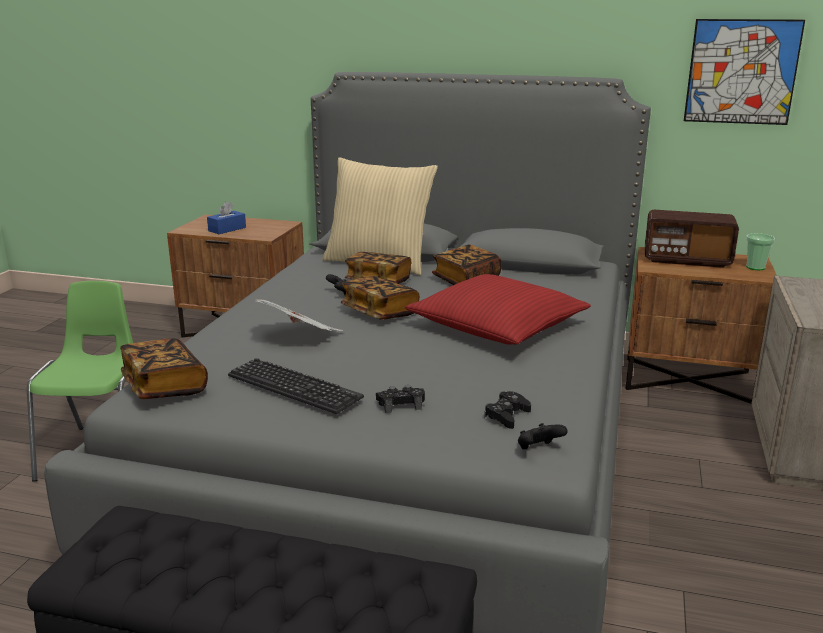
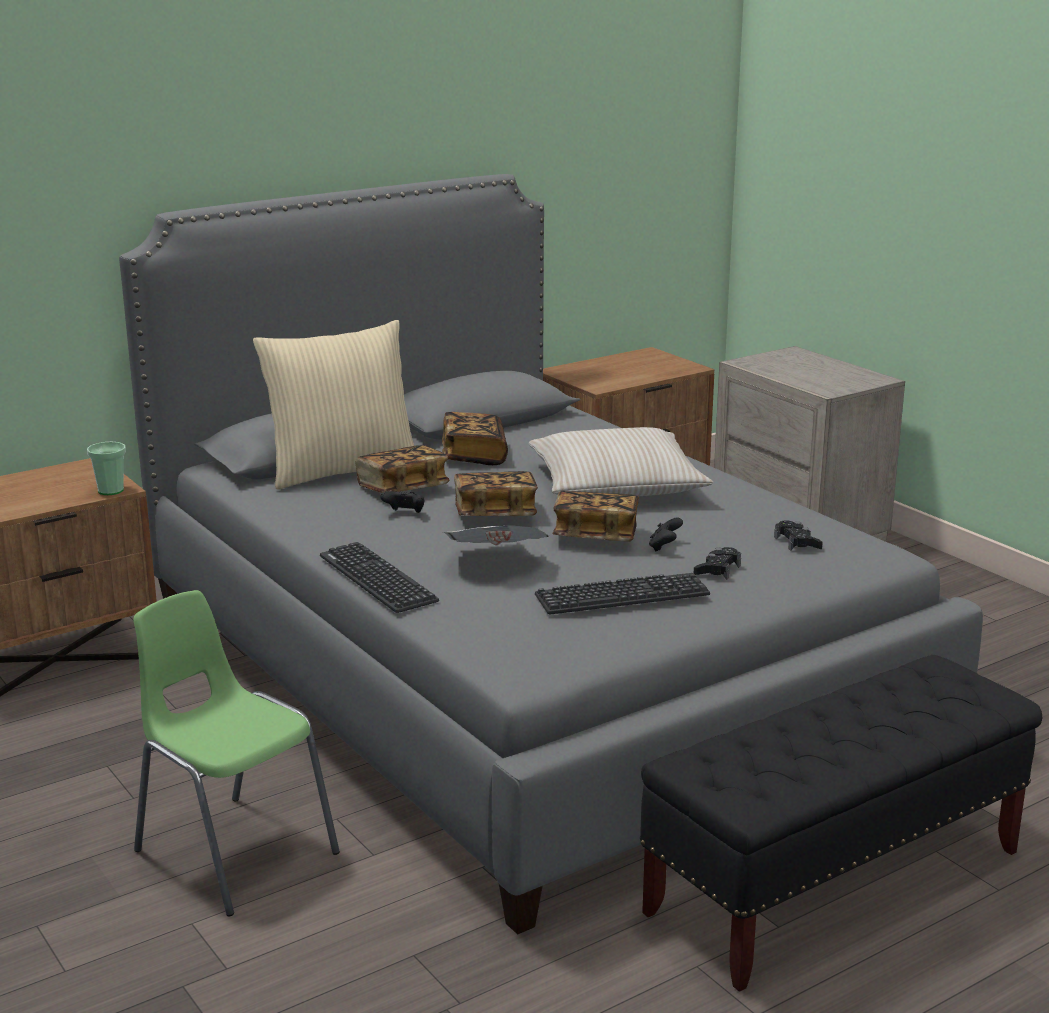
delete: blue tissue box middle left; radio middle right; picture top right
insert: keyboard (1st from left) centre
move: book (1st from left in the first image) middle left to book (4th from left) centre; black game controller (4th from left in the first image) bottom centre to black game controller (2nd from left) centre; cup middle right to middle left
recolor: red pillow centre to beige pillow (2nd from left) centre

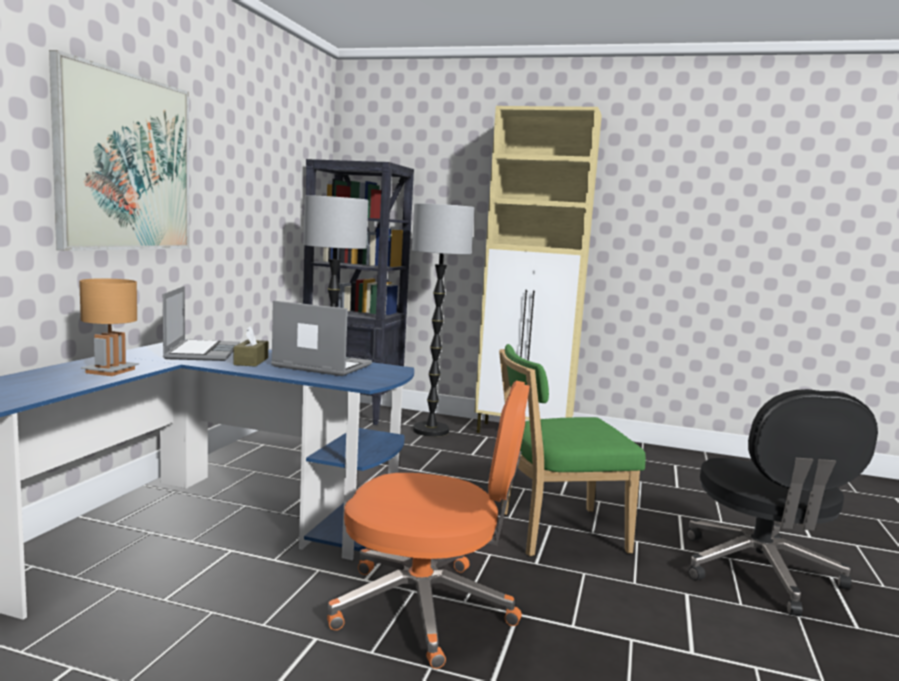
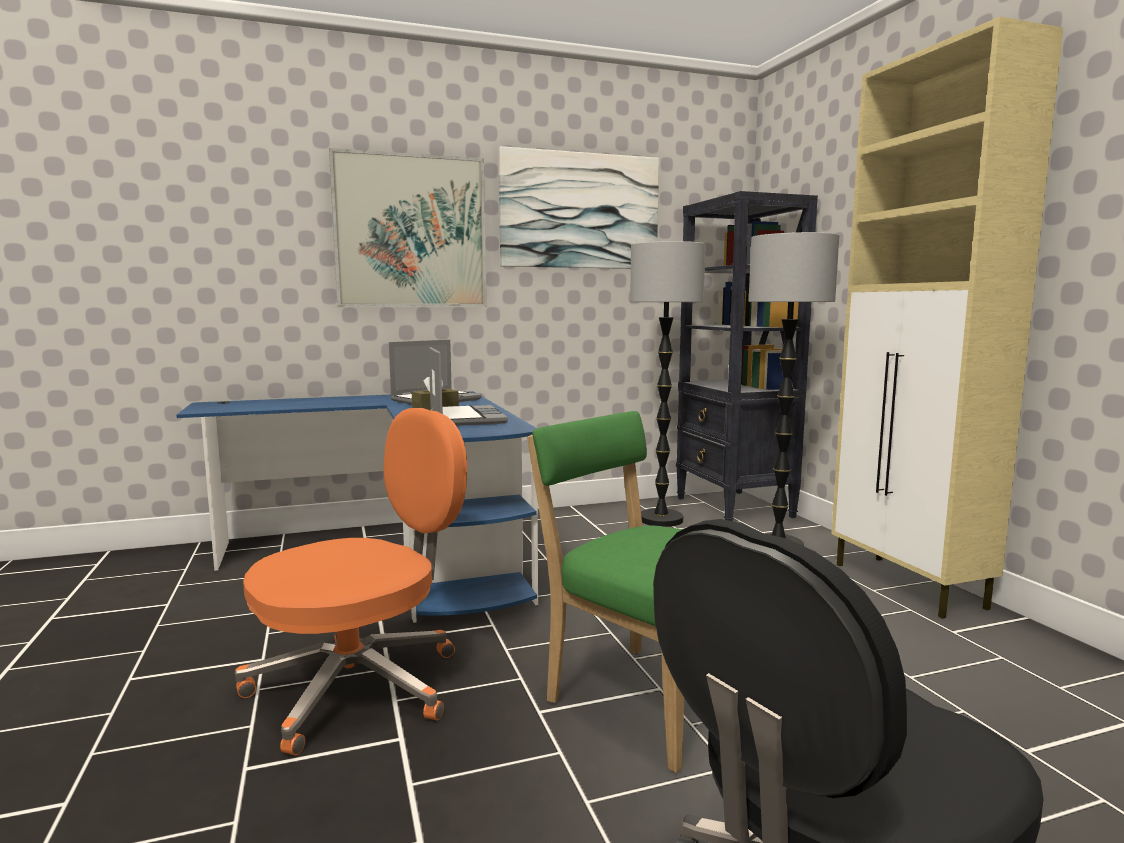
delete: brown table lamp middle left
insert: picture (2nd from left) top centre
rotate: orange office chair bottom centre = bottom left 105 degrees counterclockwise

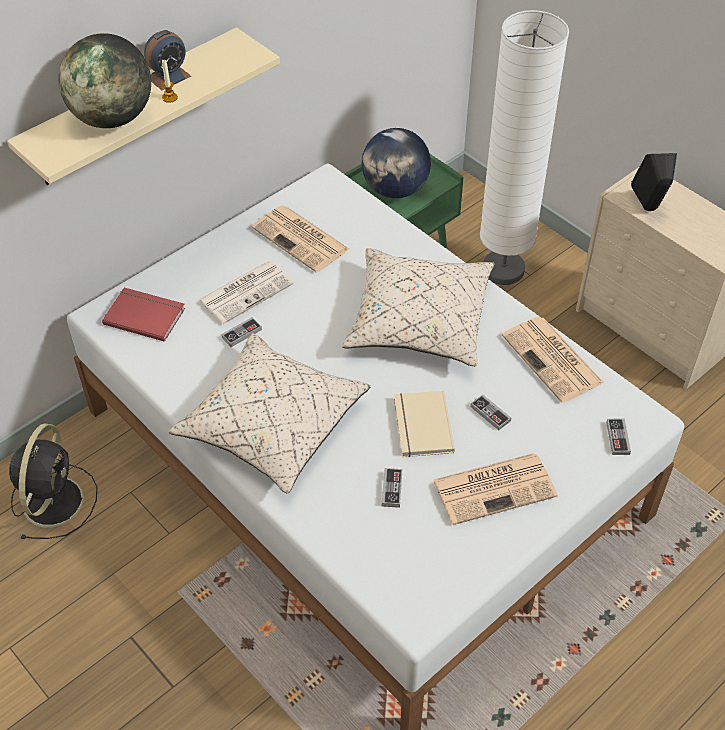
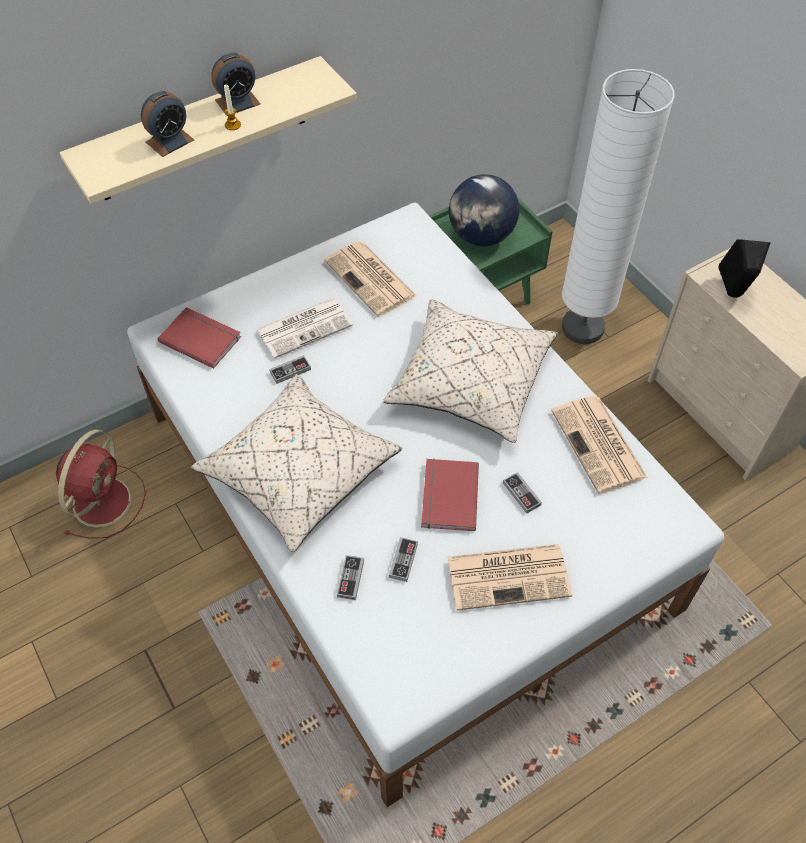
move: game controller (4th from left in the first image) middle right to game controller (2nd from left) bottom centre
replace: globe (1st from left) top left to alarm clock (1st from left) top left
recolor: black fan middle left to red fan middle left; beige book centre to red book (2nd from left) centre

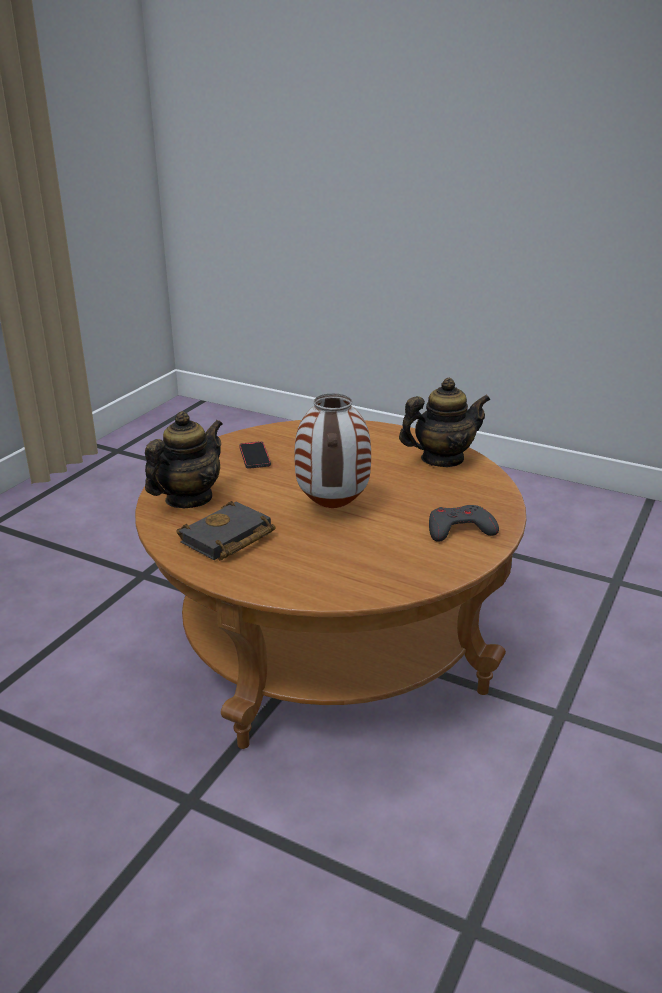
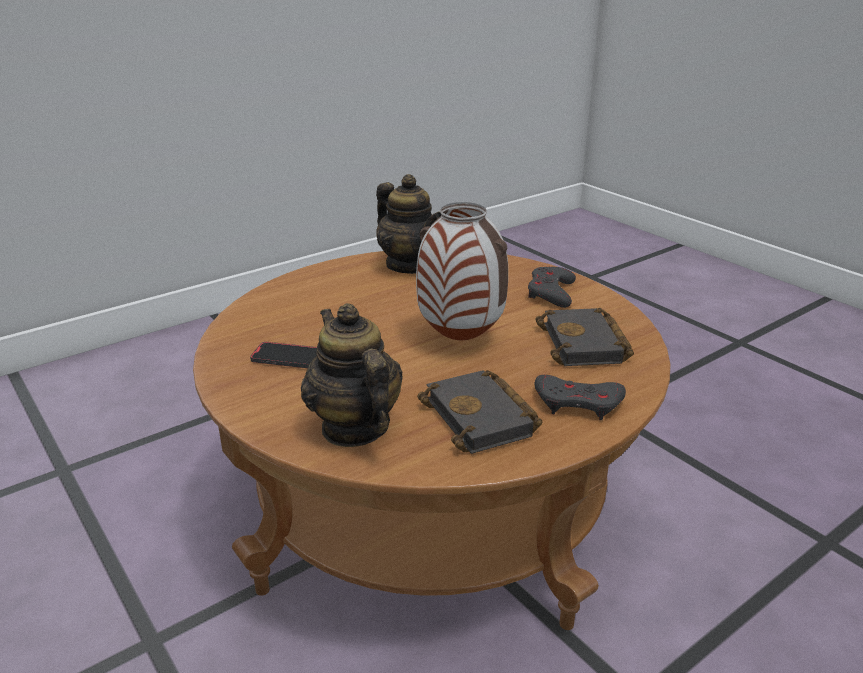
insert: black book (2nd from left) middle right; grey game controller (2nd from left) middle right
rotate: teapot (2nd from left) middle right = top centre 135 degrees clockwise

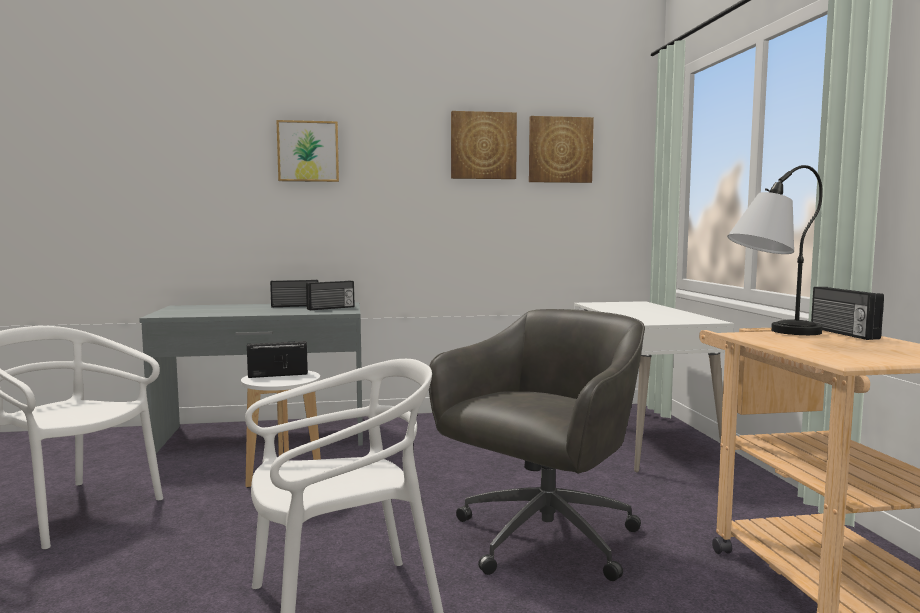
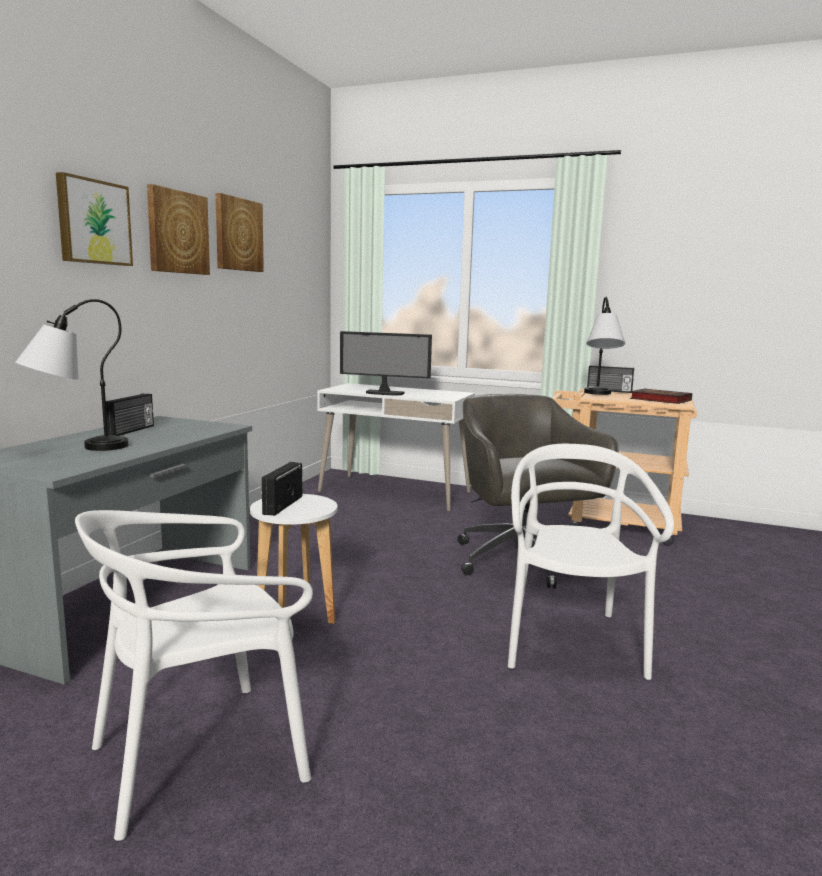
delete: radio (3rd from left) centre
insert: table lamp (1st from left) middle left; monitor centre; book middle right
move: picture (3rd from left in the first image) top centre to picture (2nd from left) top left

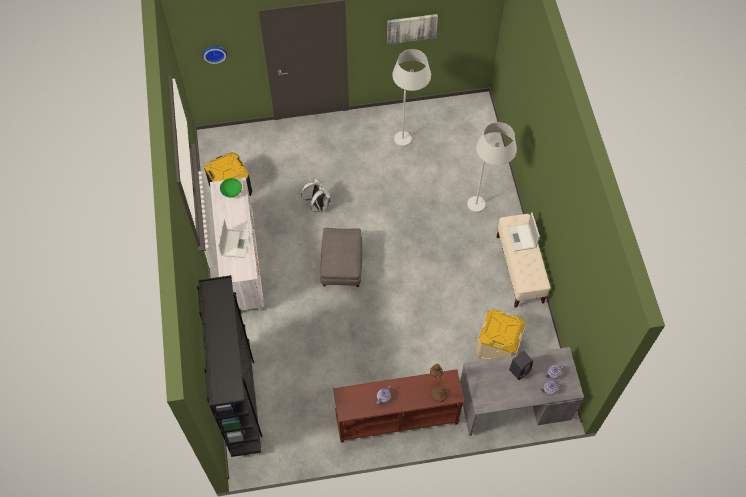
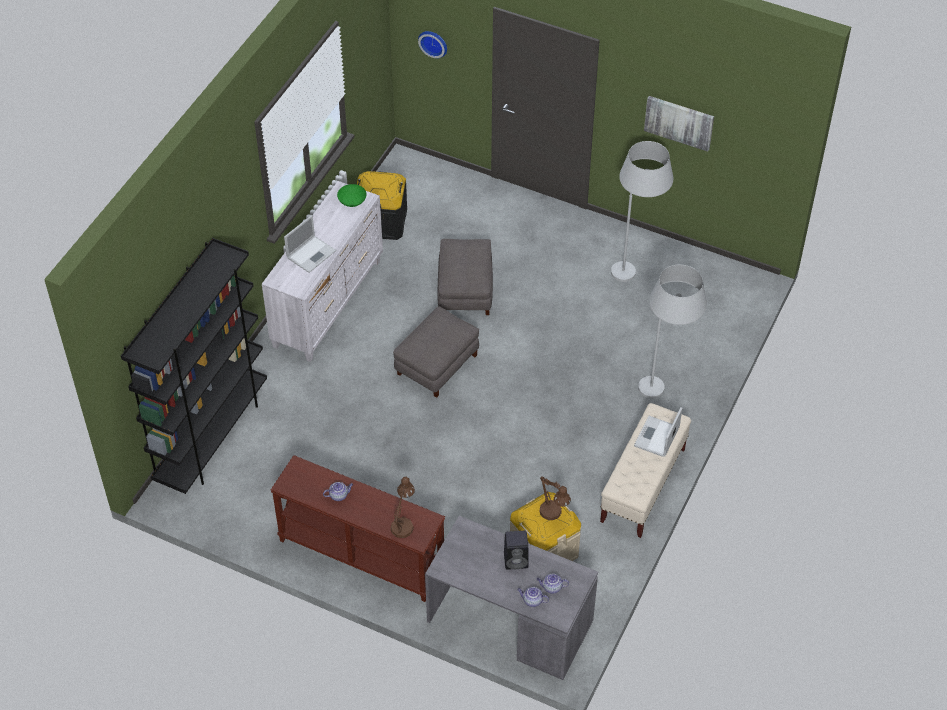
insert: brown table lamp (2nd from left) bottom centre
replace: white backpack centre to grey ottoman (2nd from left) centre

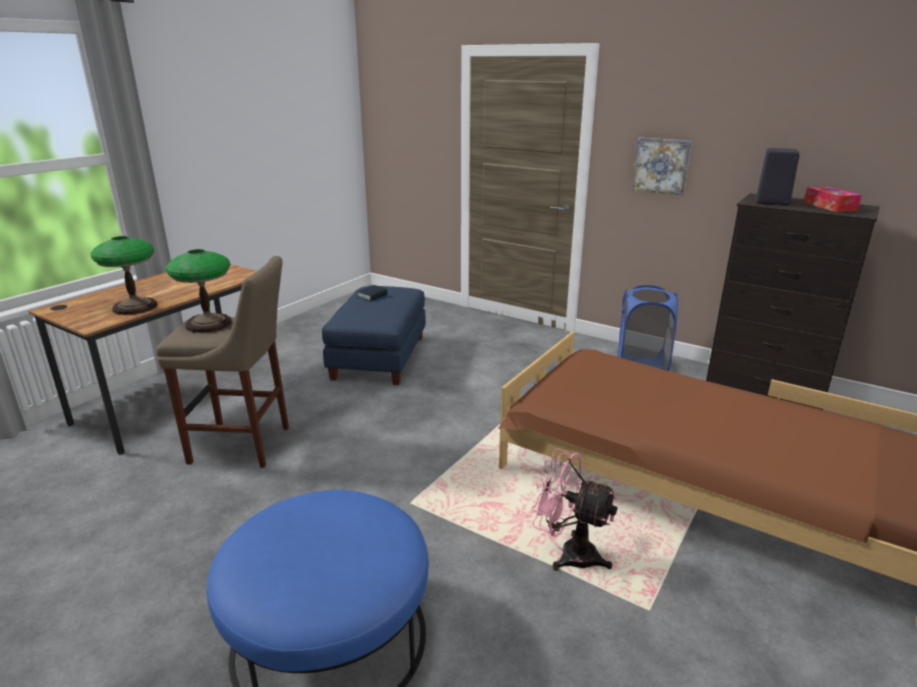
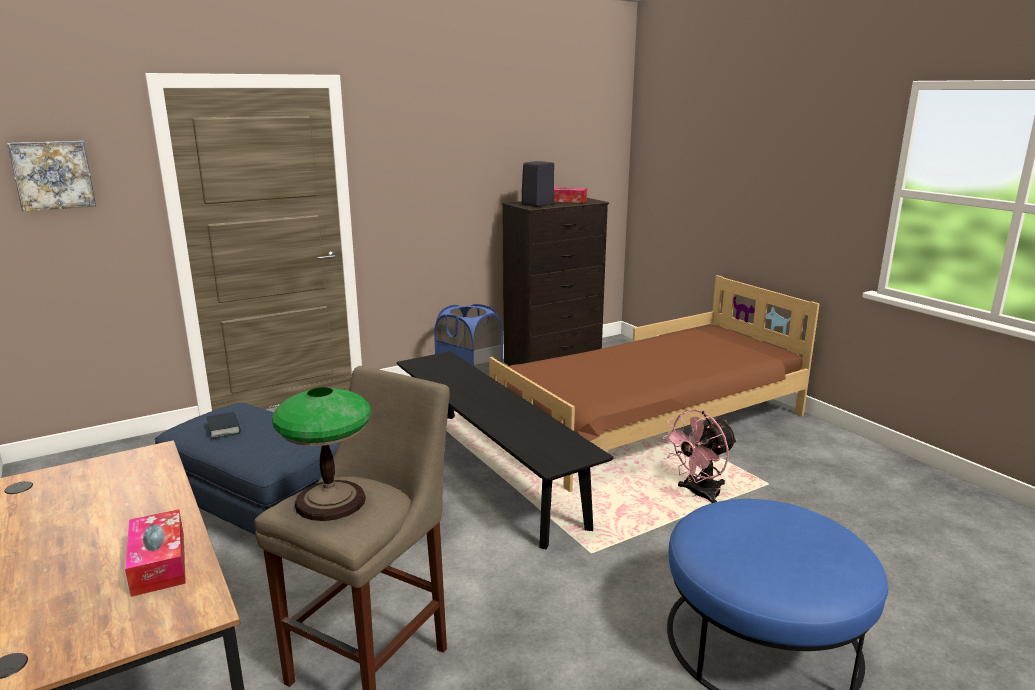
insert: black bench centre
move: picture top right to top left
replace: table lamp (1st from left) middle left to tissue box (1st from left) bottom left

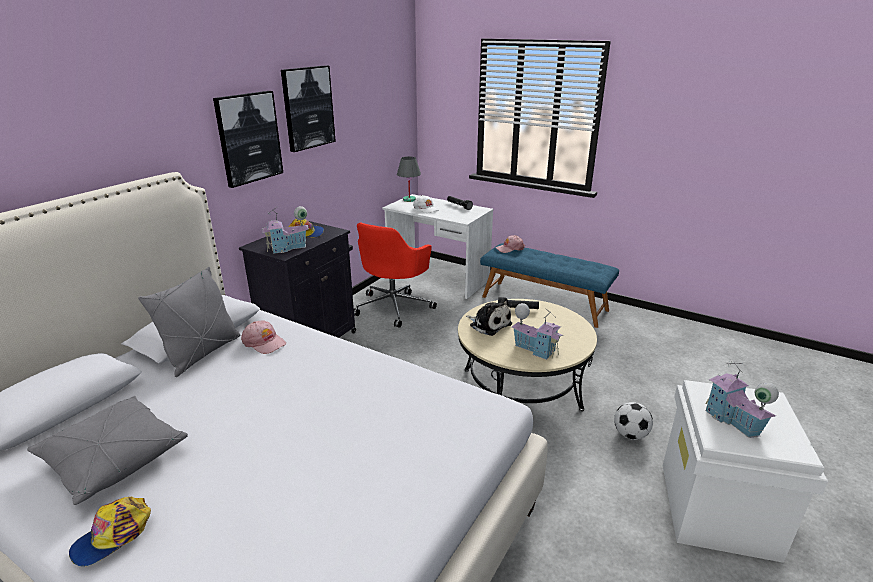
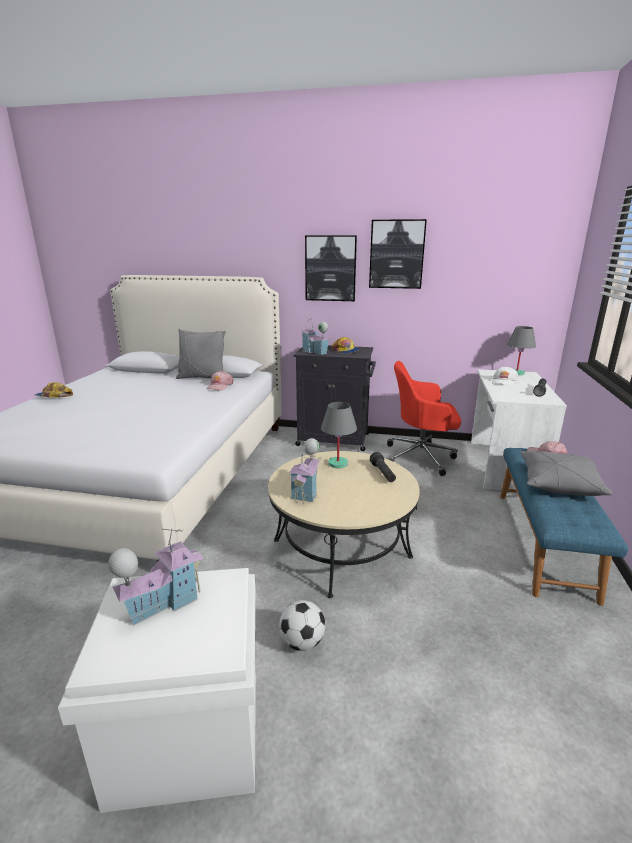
move: grey pillow (1st from left in the first image) bottom left to grey pillow (2nd from left) middle right
replace: plush toy centre to grey table lamp (1st from left) centre

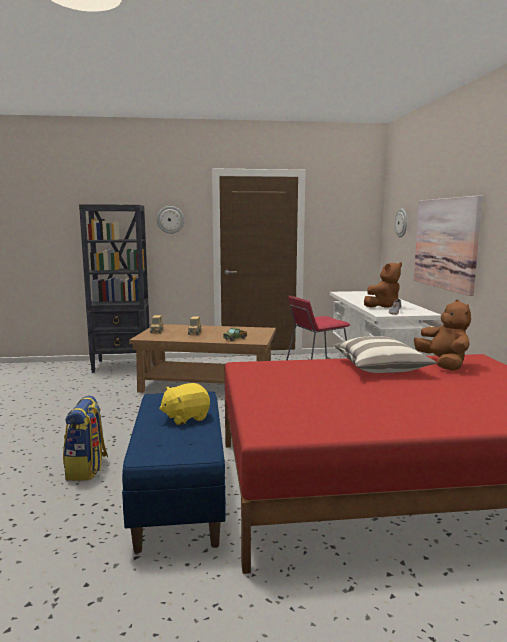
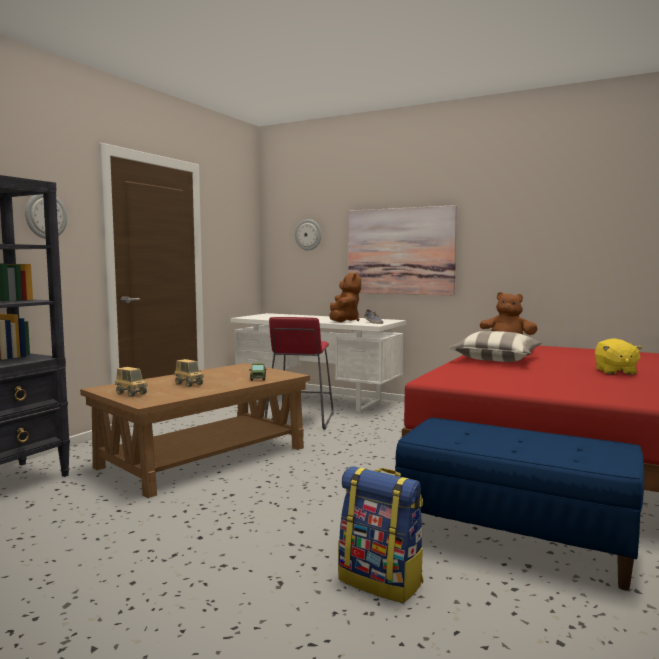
move: yellow plush toy centre to middle right

